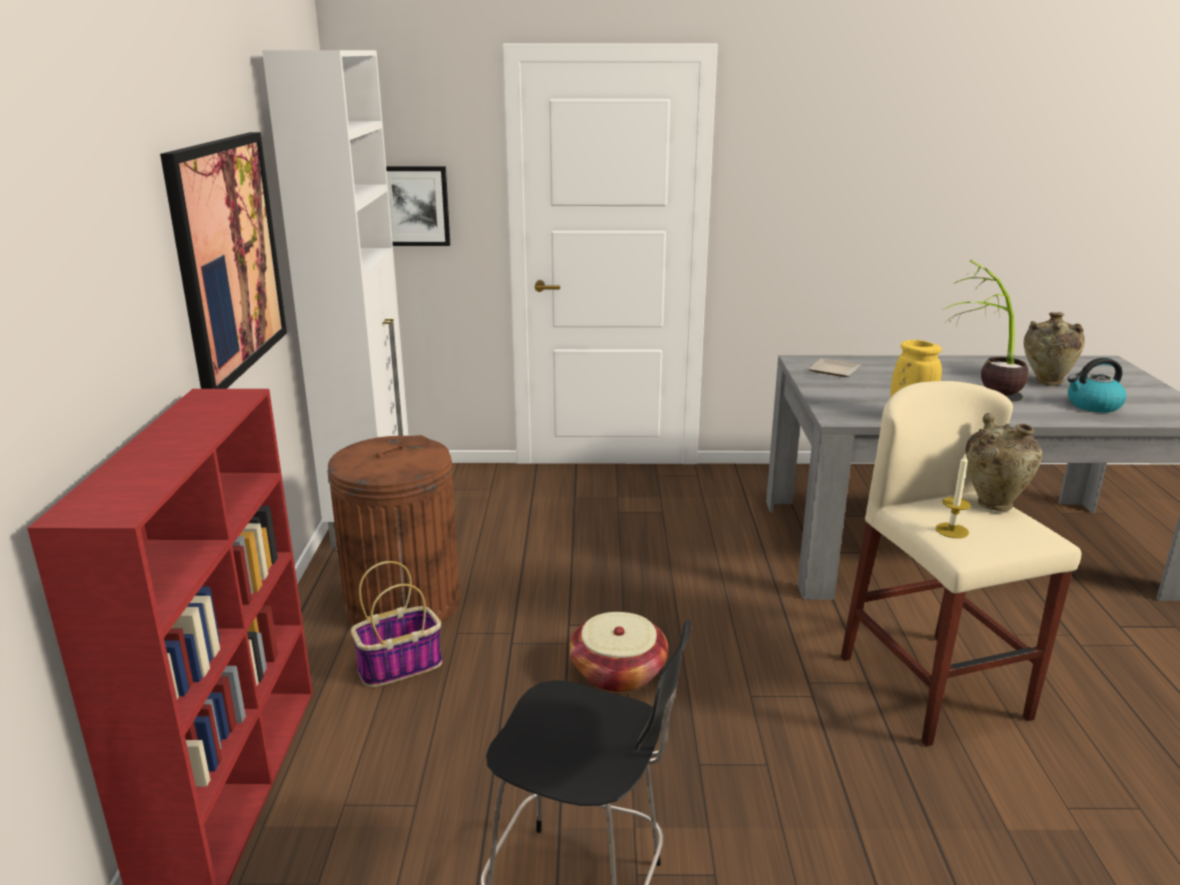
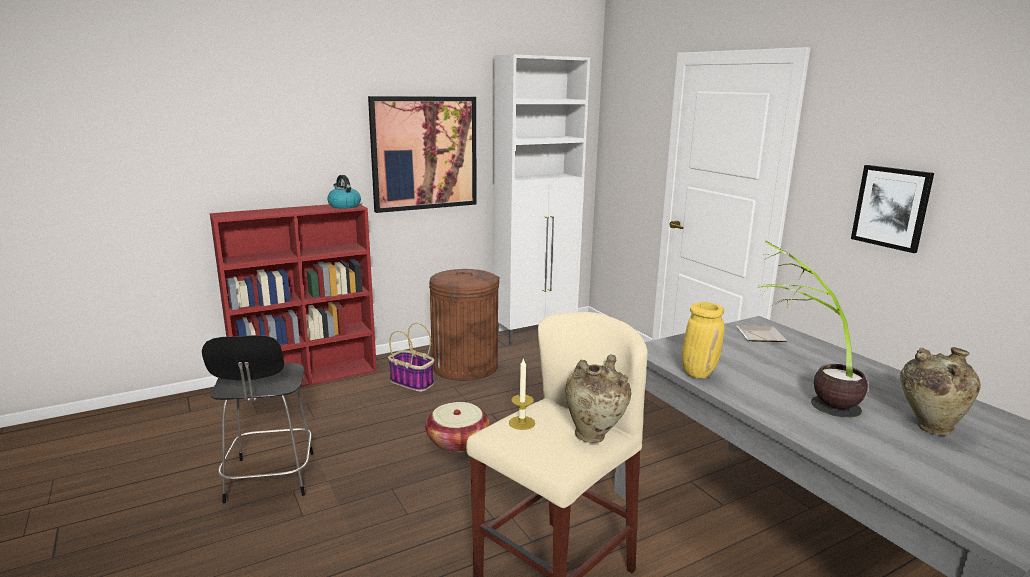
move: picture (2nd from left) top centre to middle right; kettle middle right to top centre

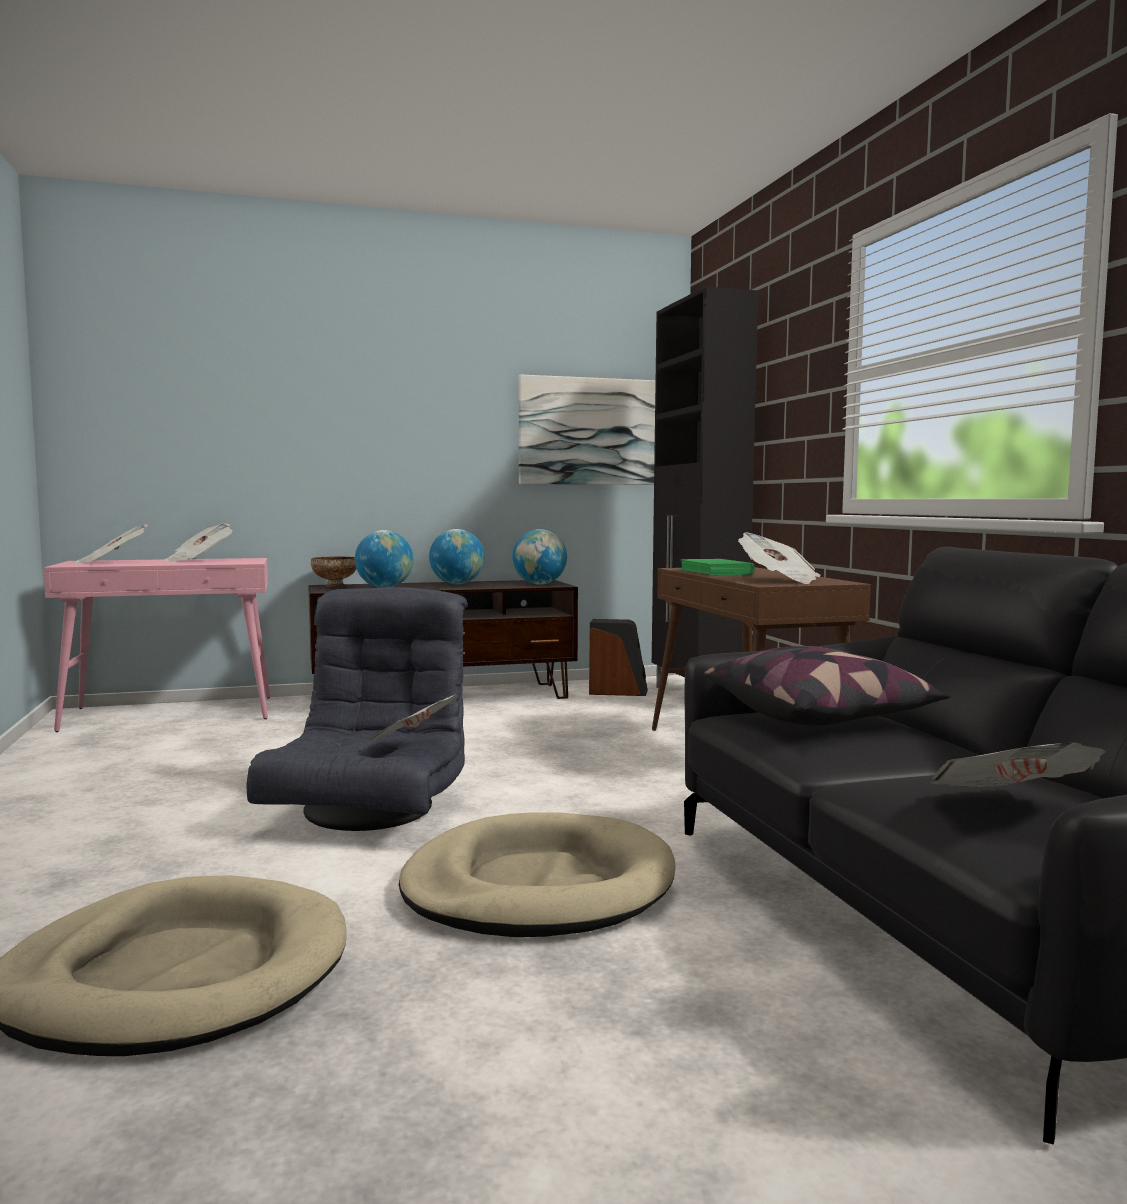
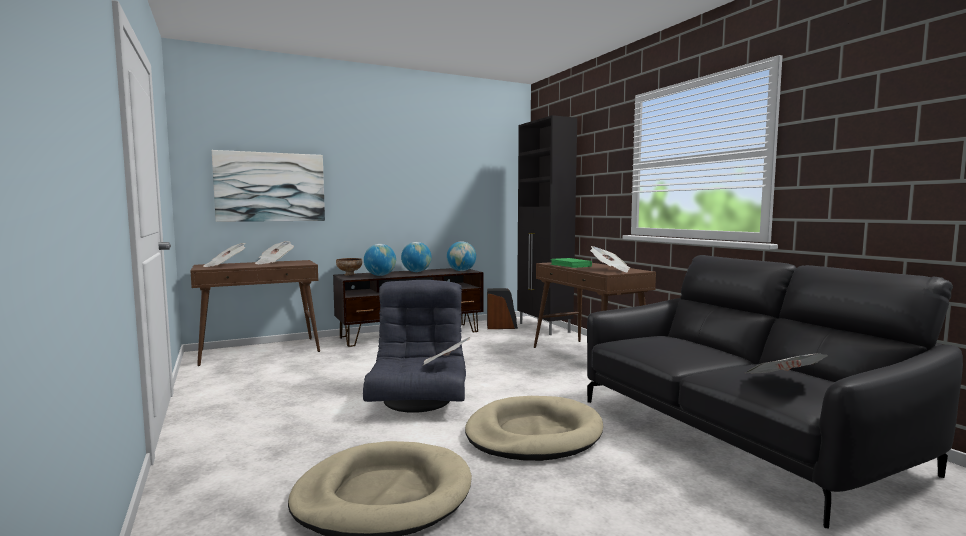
delete: pillow middle right
move: picture centre to middle left
recolor: pink console table middle left to brown console table (1st from left) middle left

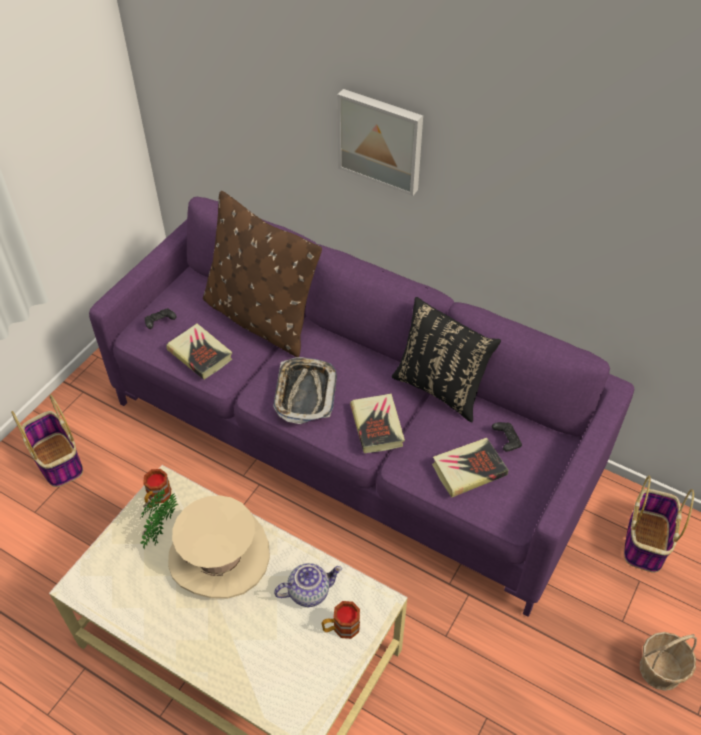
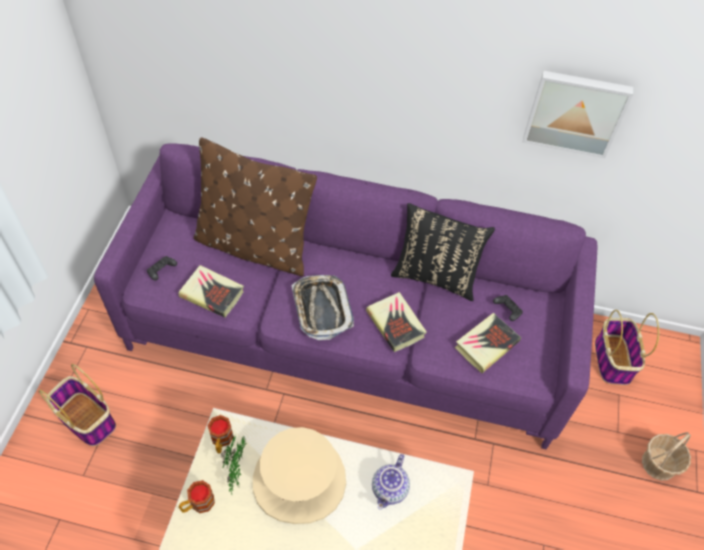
move: mug (2nd from left in the first image) bottom centre to mug (1st from left) bottom left; picture top centre to top right
rotate: teapot bottom centre = bottom centre 150 degrees clockwise

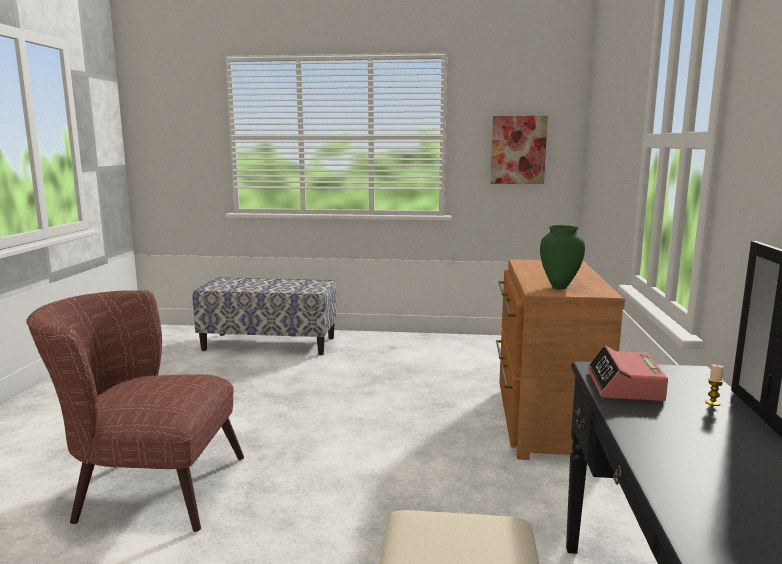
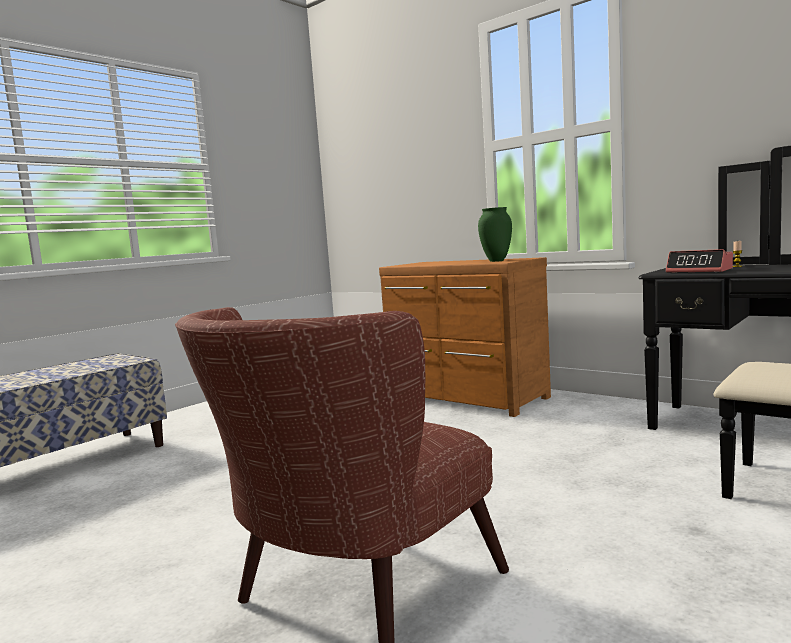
delete: picture top centre

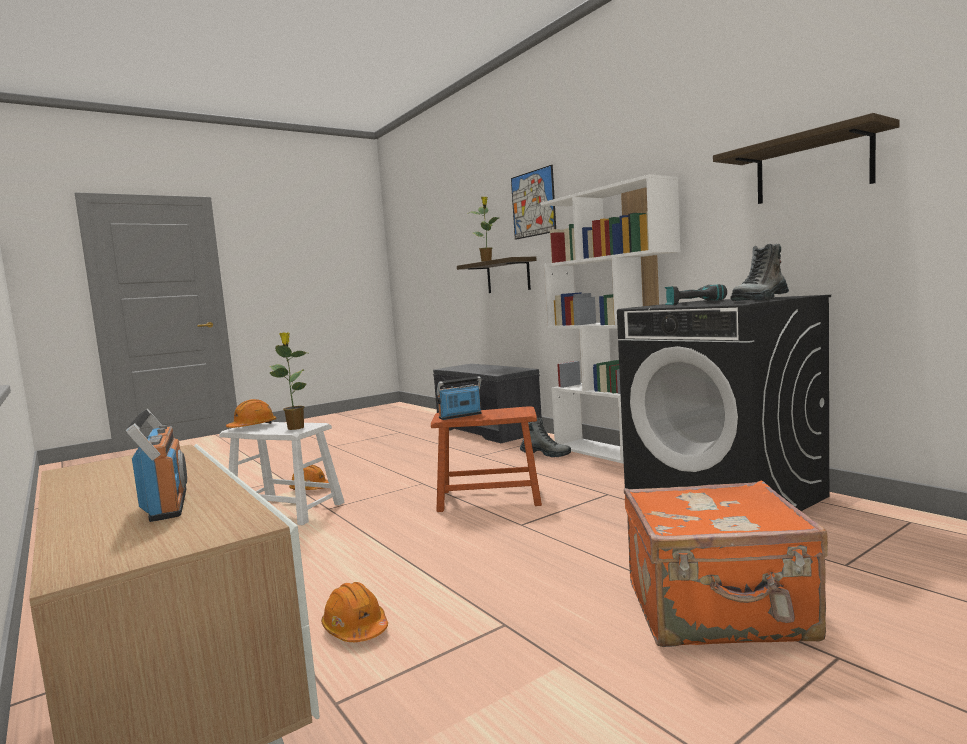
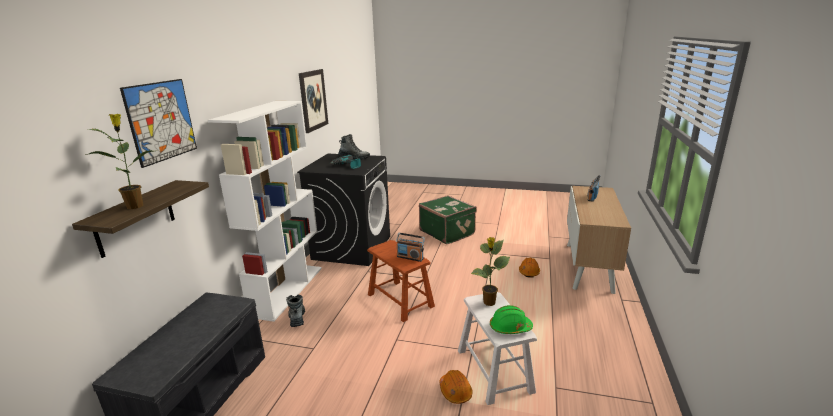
replace: shelf (2nd from left) top right to picture (2nd from left) top centre
recolor: orange hard hat (1st from left) middle left to green hard hat bottom centre; orange suitcase bottom right to green suitcase centre

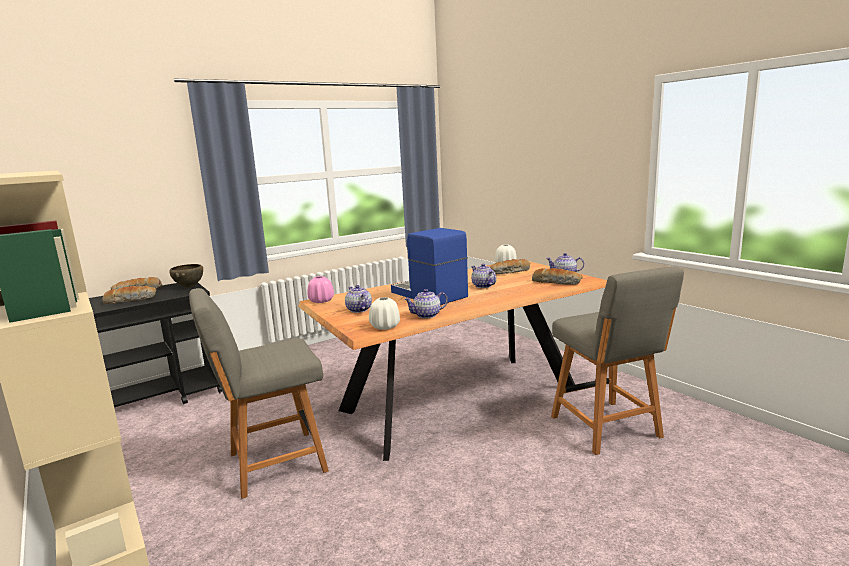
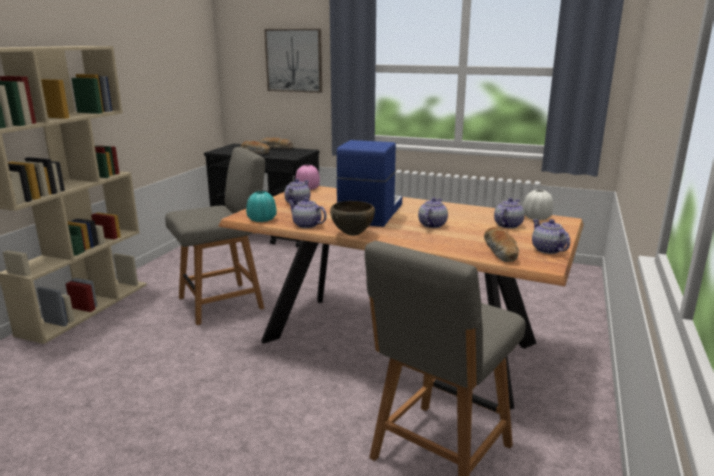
insert: picture top centre
move: brown bowl middle left to centre
replace: bread (3rd from left) centre to teapot (4th from left) middle right
recolor: white vase (1st from left) centre to turquoise vase centre
rotate: grey chair (1st from left) bottom left = middle left 120 degrees clockwise

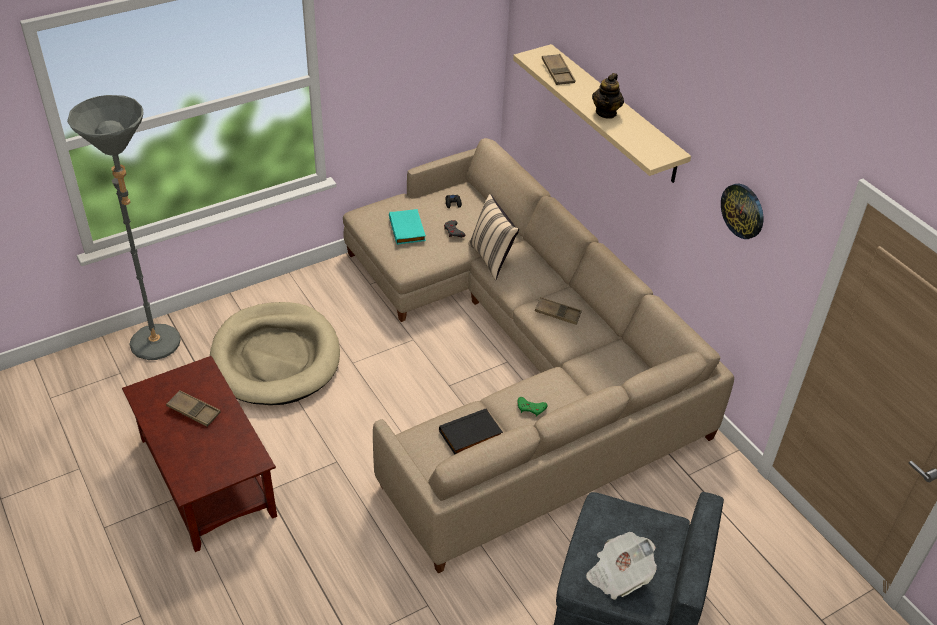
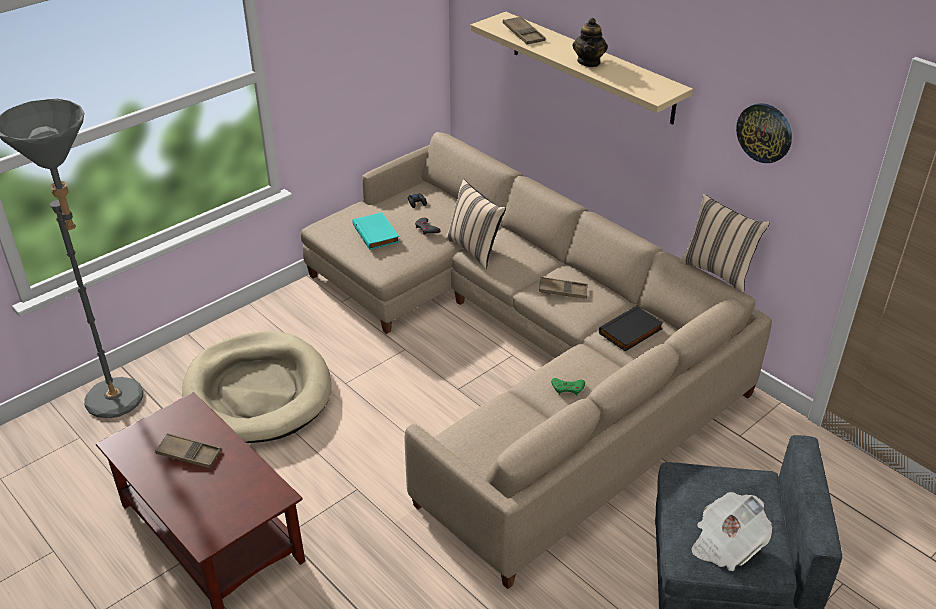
insert: beige pillow (2nd from left) middle right
move: black book bottom centre to middle right

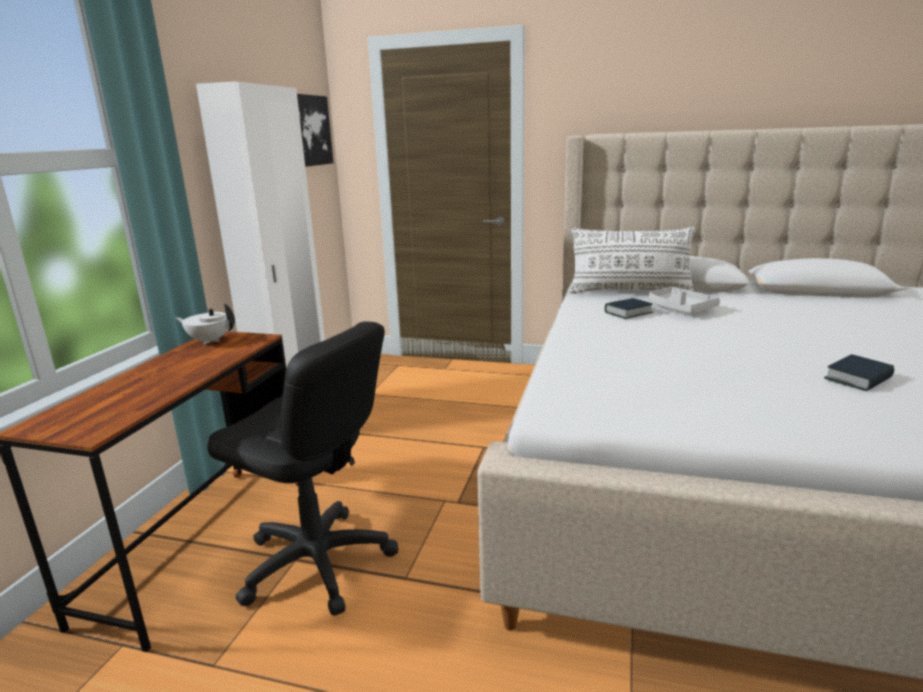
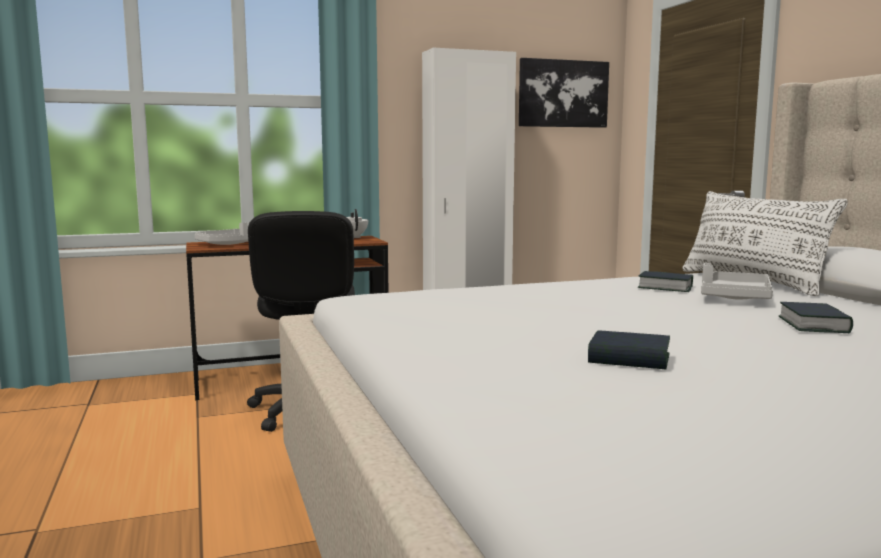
insert: grey tray (1st from left) middle left; book (3rd from left) middle right

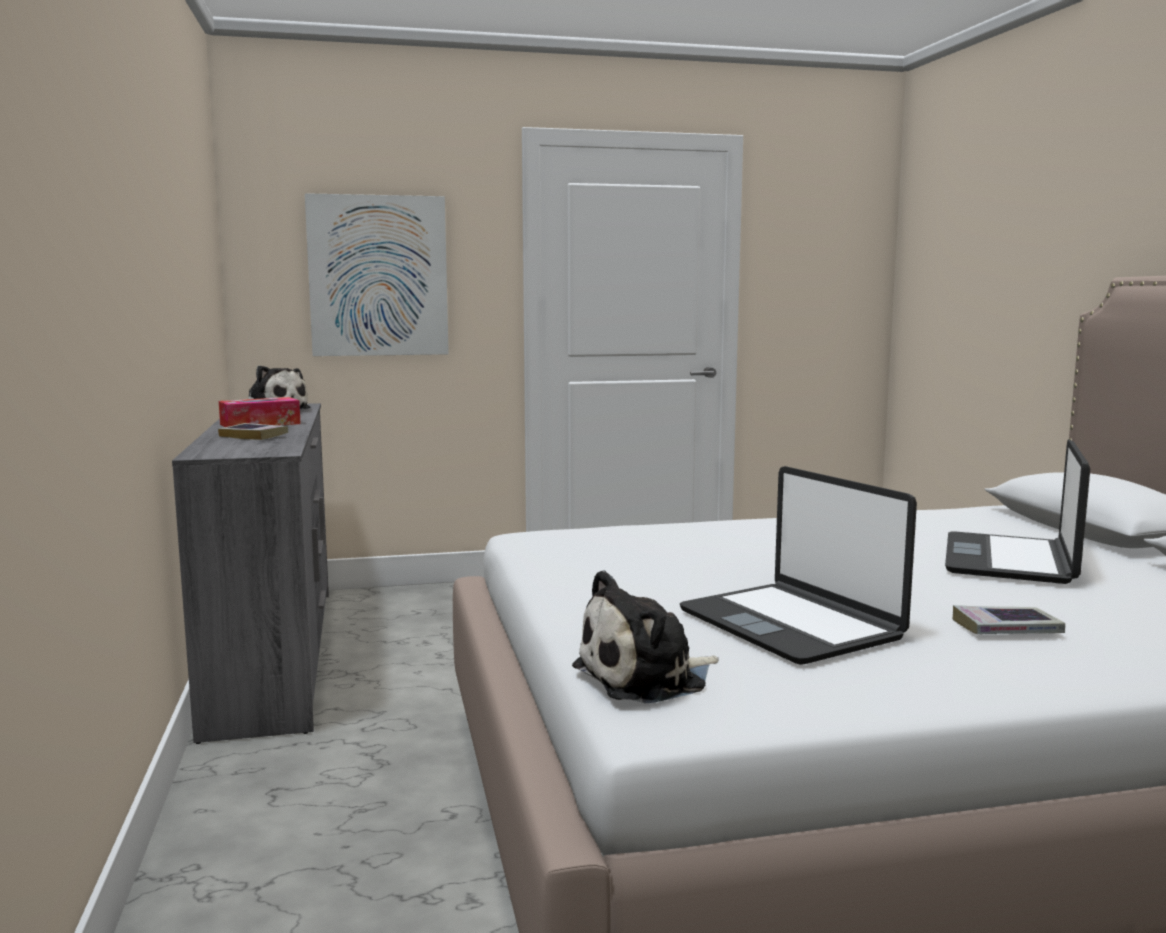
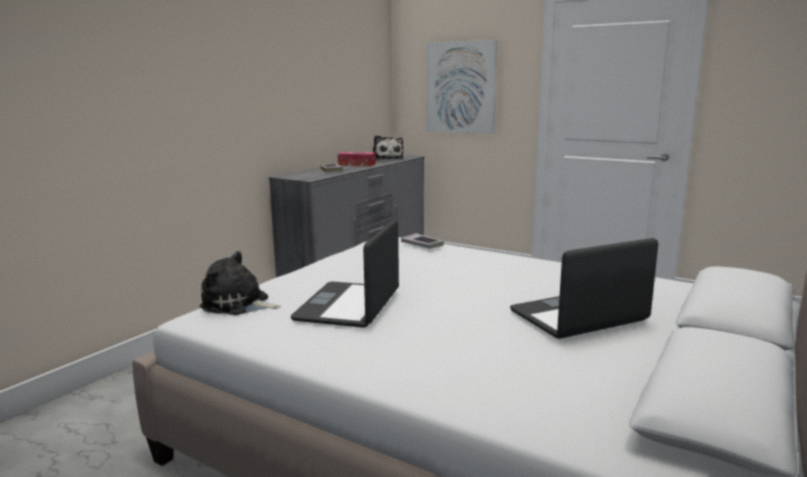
move: book (2nd from left) middle right to centre

